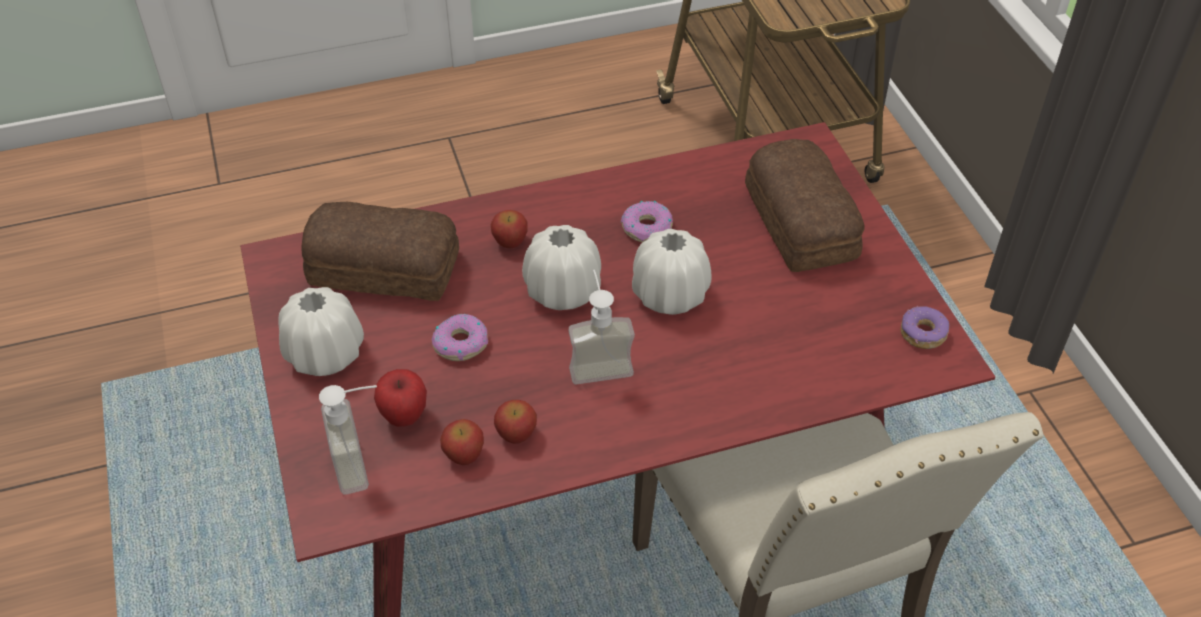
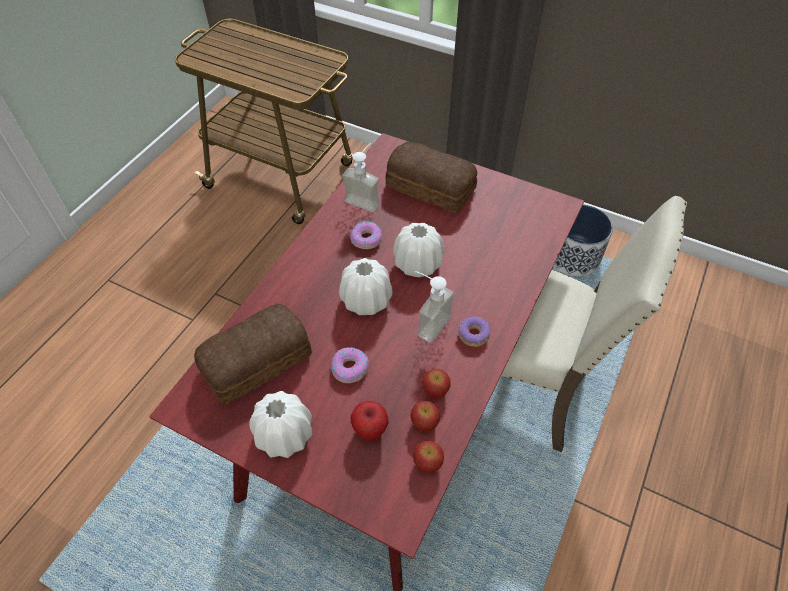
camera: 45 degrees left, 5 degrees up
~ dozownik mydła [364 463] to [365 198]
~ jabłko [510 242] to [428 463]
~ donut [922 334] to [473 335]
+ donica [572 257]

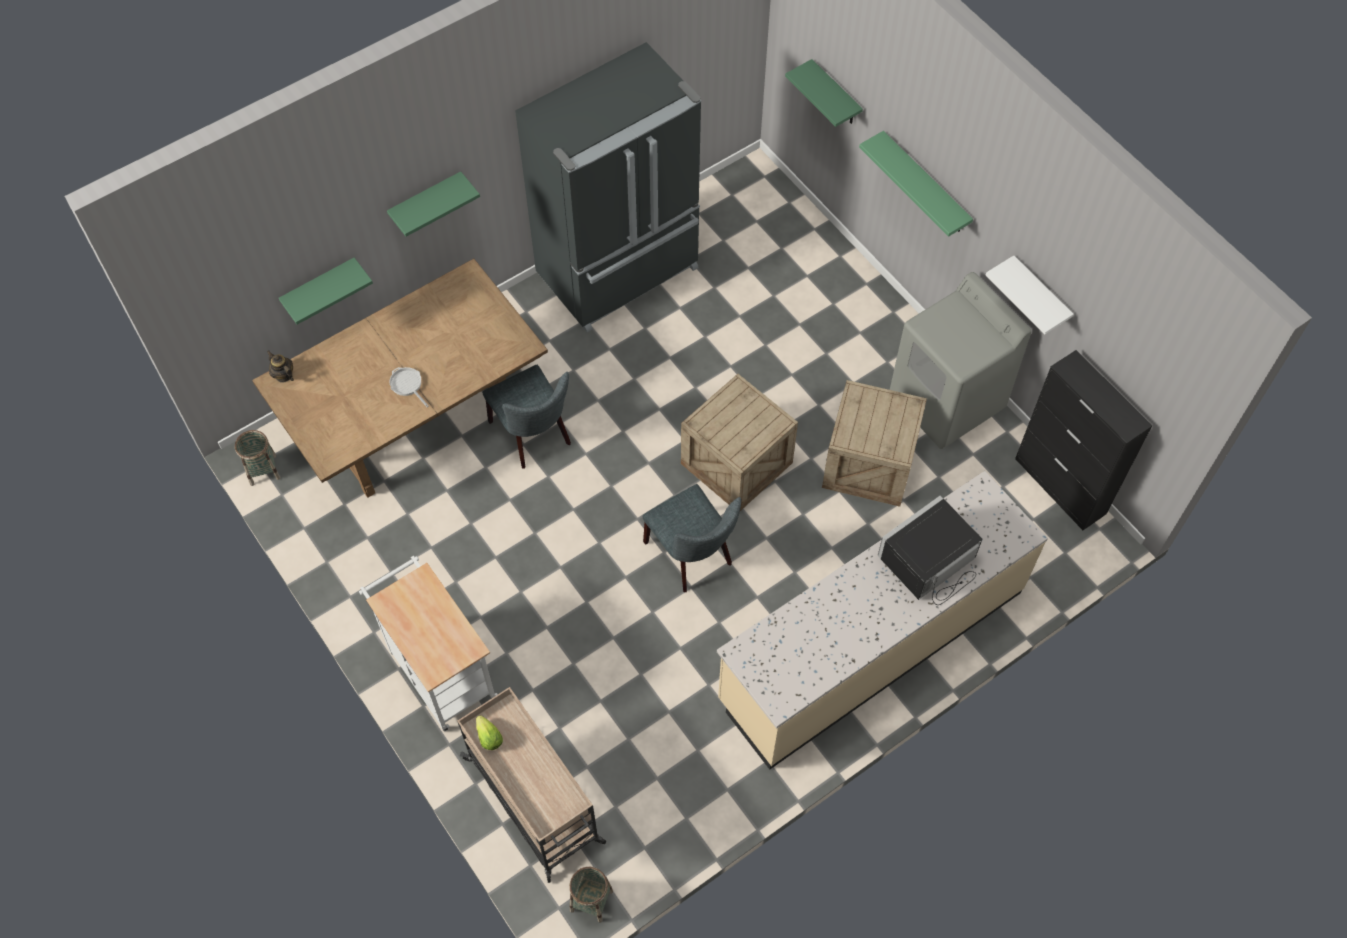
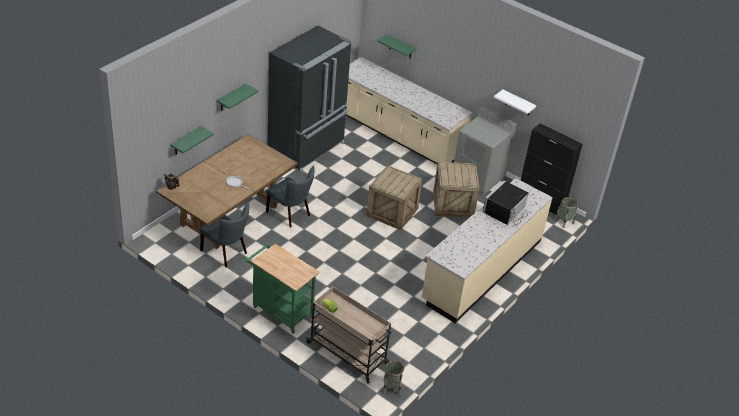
camera: 20 degrees left, 20 degrees down
~ koszyk [263 470] to [564 221]
~ wózek [biały] [439 670] to wózek [zielony] [280 310]
~ krzesło [szary] [692 556] to [226 253]
- półka [zielony] [925 184]
+ zabudowa kuchenna [beżowy] [398 135]

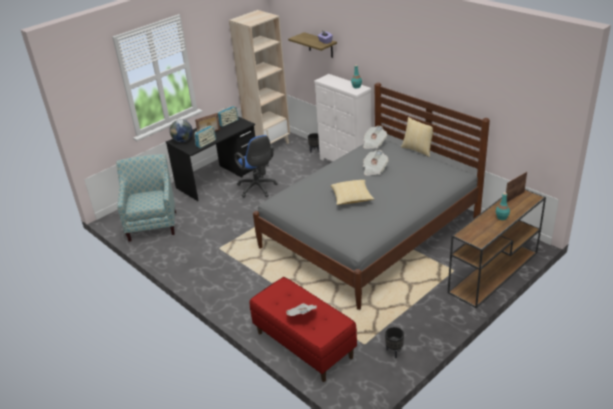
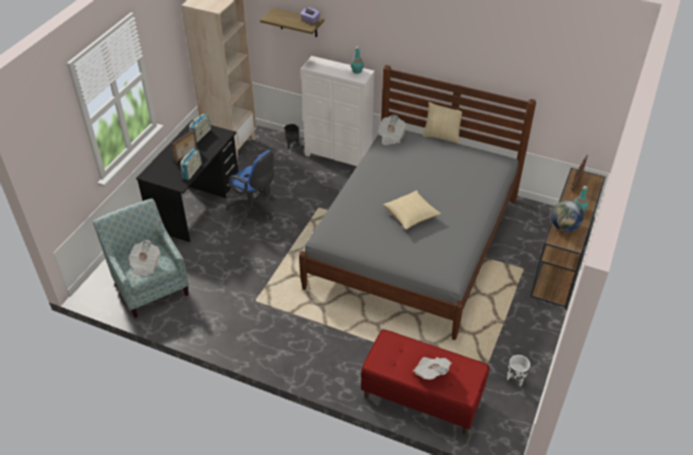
camera: 25 degrees left, 10 degrees up
~ globus [183 140] to [564 227]
~ gazeta [374 169] to [145 265]
~ donica [czarny] [394 352] to donica [biały] [515 379]

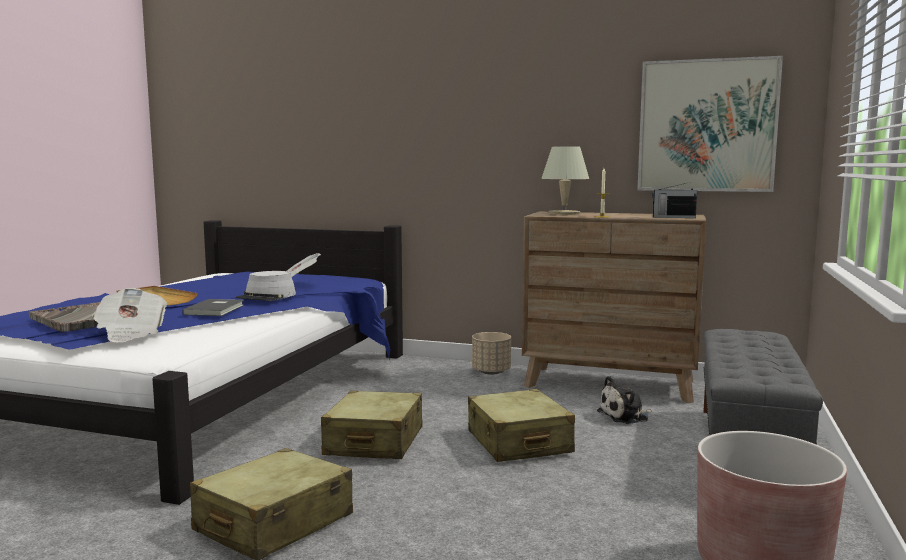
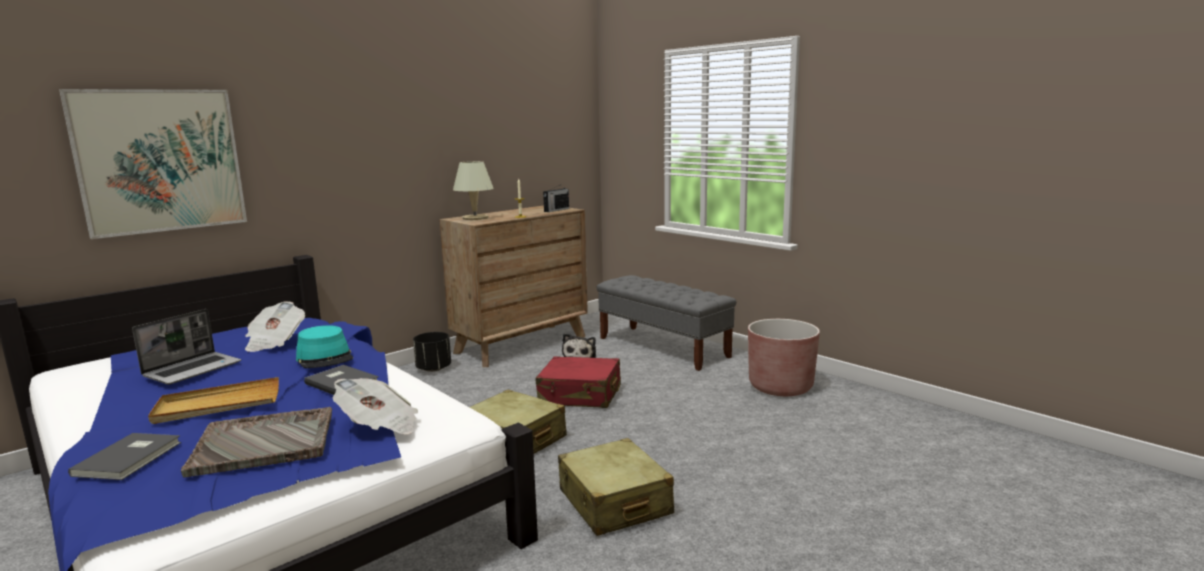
camera: 60 degrees left, 5 degrees up
~ kapelusz [szary] [267 297] to kapelusz [turkusowy] [325 358]
~ walizka [beżowy] [518 442] to walizka [czerwony] [580 395]
~ donica [beżowy] [491 372] to donica [czarny] [433 369]
~ obraz [706 126] to [160 161]
+ książka [szary] [131 458]
+ laptop [193 369]

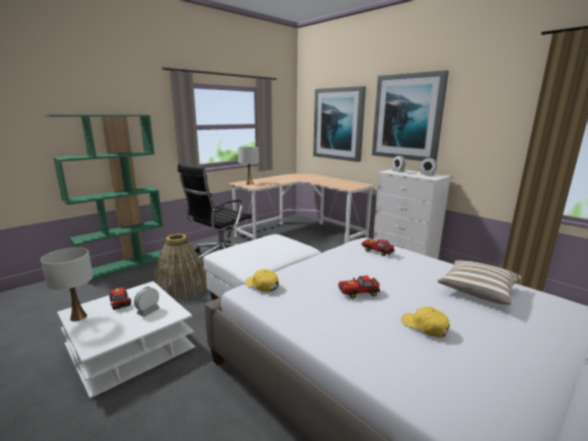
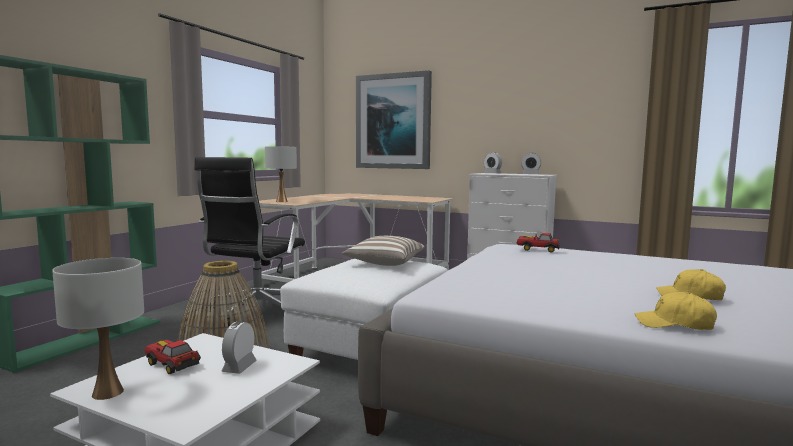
camera: 20 degrees left, 10 degrees down
~ czapka z daszkiem [żółty] [262 285] to [674 324]
- samochodzik [358 293]
- obraz [407 117]
~ poduszka [477 291] to [384 263]

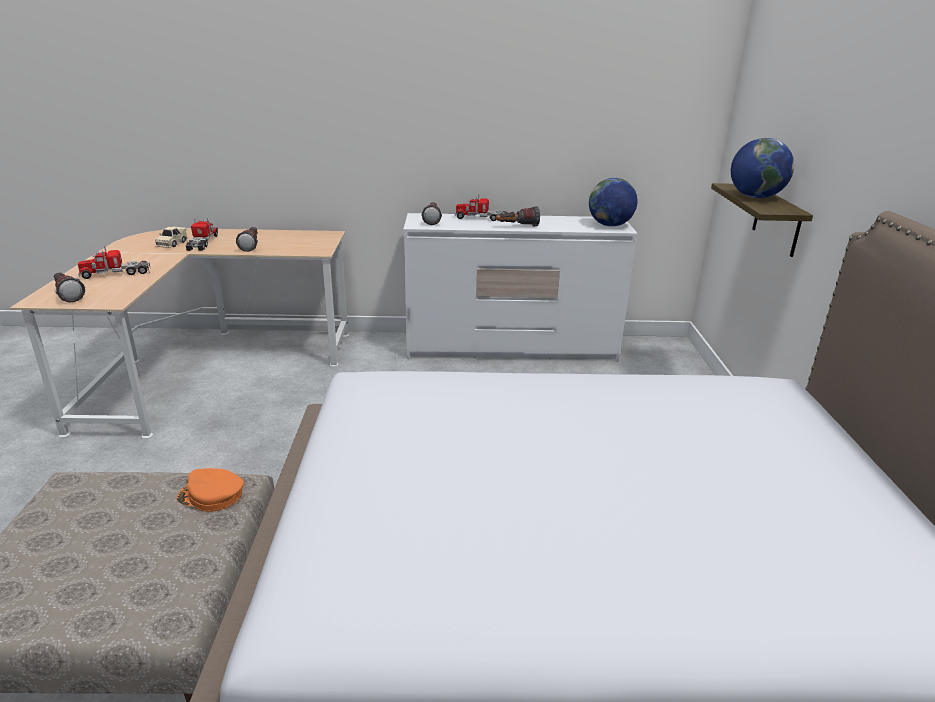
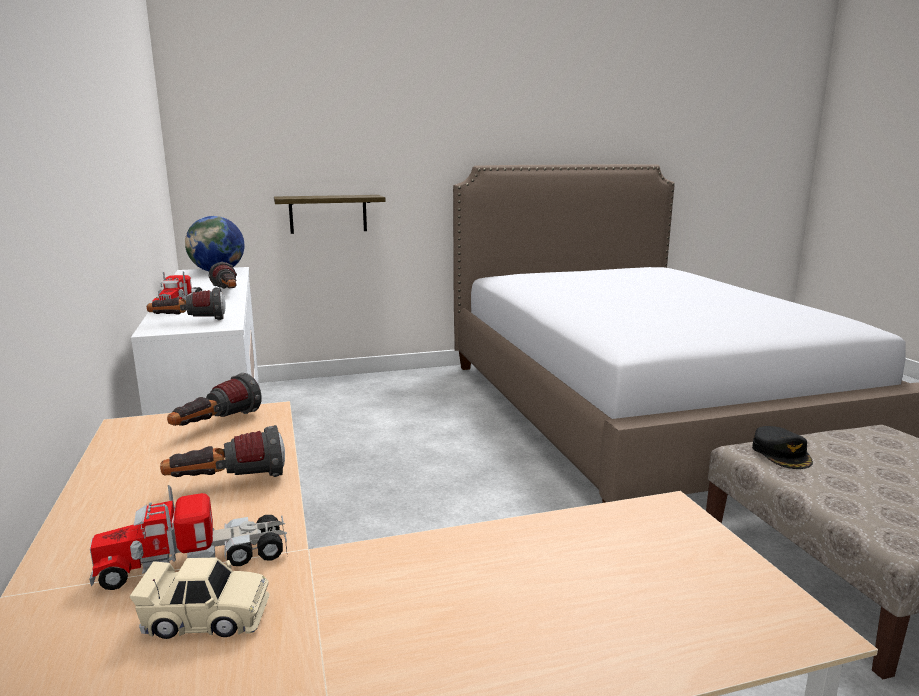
camera: 105 degrees left, 10 degrees down
~ latarka [67 295] to [215 425]
- ciężarówka zabawkowa [116 273]
~ czapka z daszkiem [pomarańczowy] [211 495] to czapka z daszkiem [czarny] [781 453]
- globus [755 197]

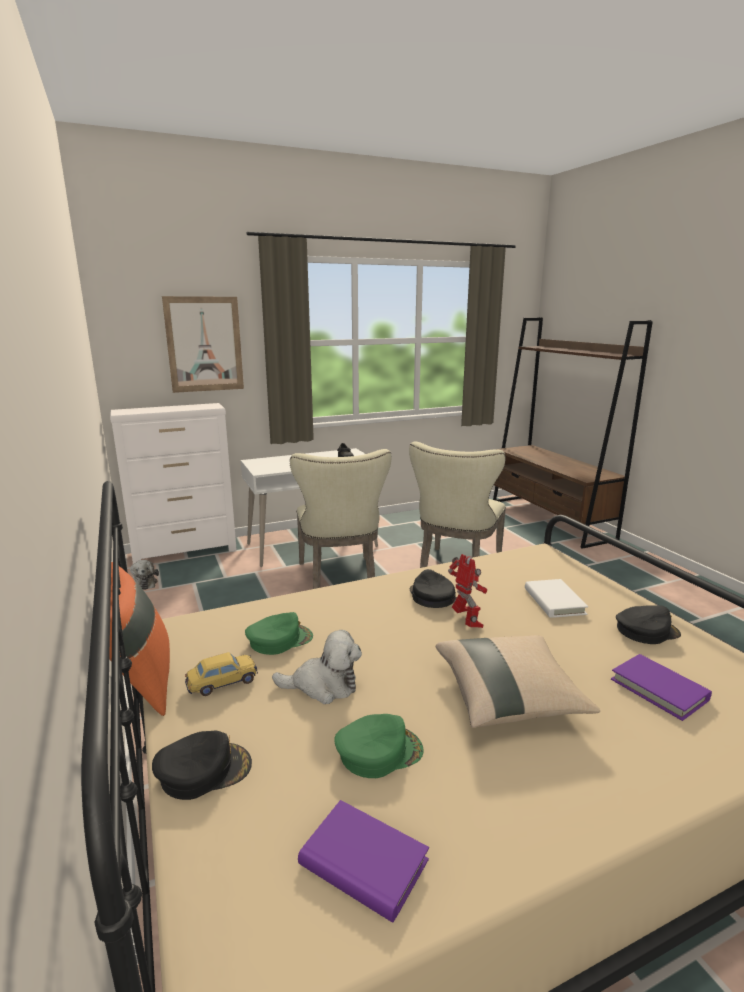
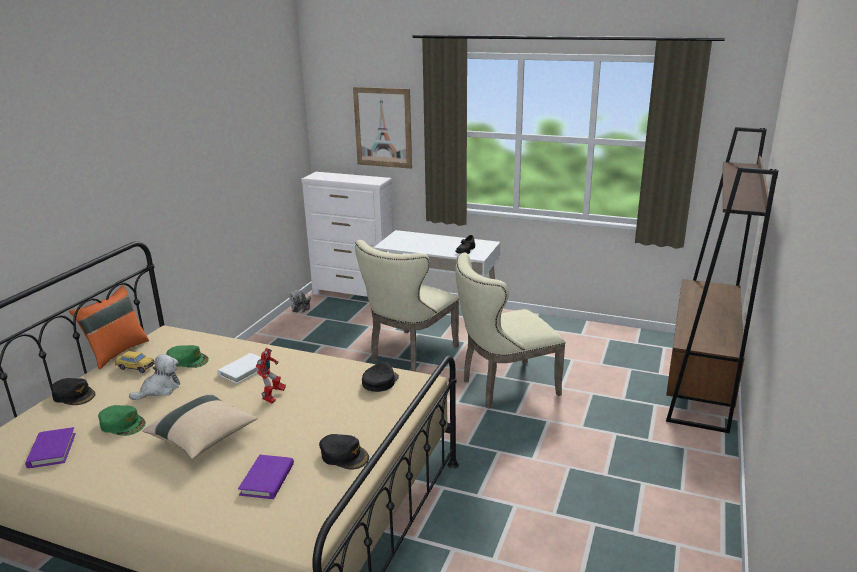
camera: 45 degrees right, 5 degrees up
~ pluszak [323 686] = [159 389] 90 degrees counterclockwise
~ czapka z daszkiem [czarny] [431 596] to [380 381]
~ książka [biały] [554 601] to [244 370]

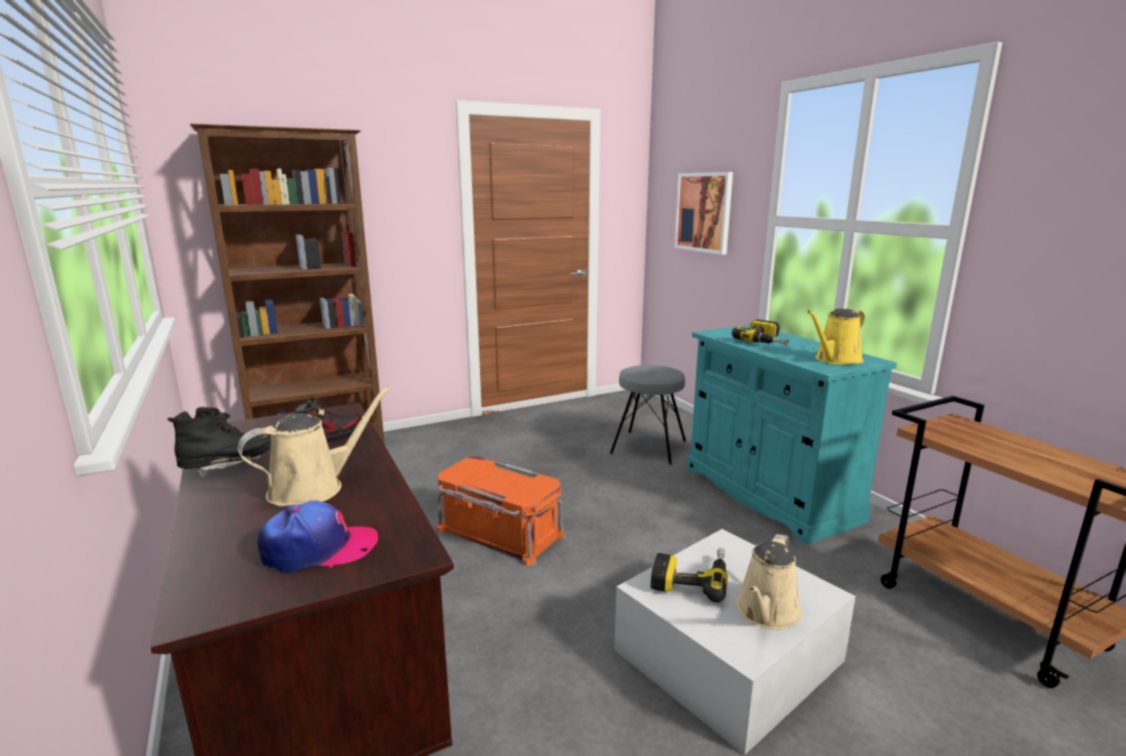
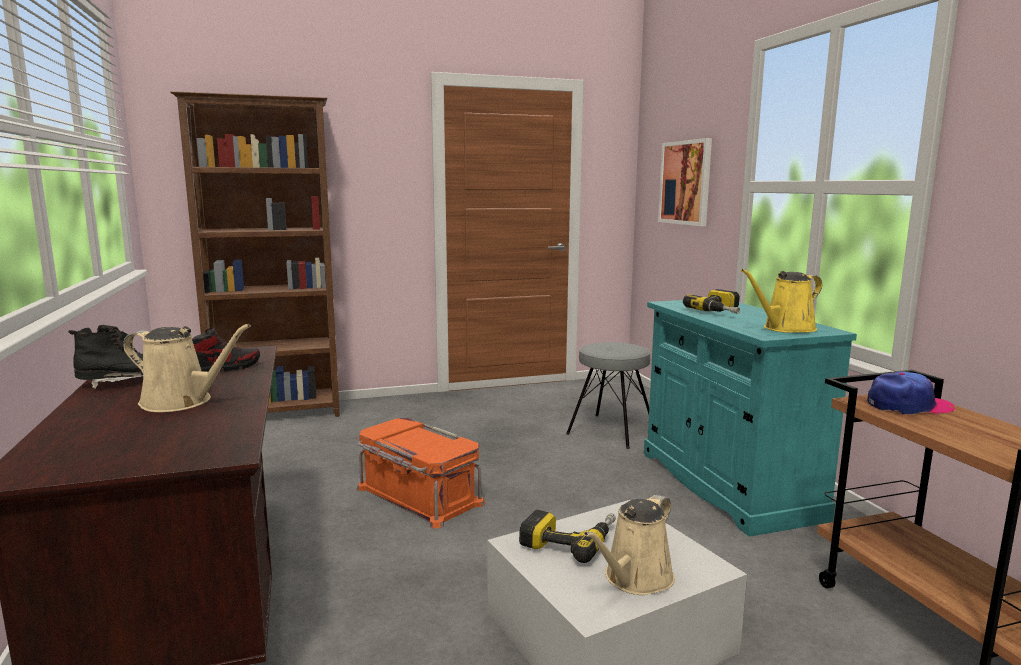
camera: 10 degrees right, 5 degrees down
~ konewka [beżowy] [313 488] = [182 402] 45 degrees clockwise
~ czapka z daszkiem [319 549] to [908 406]

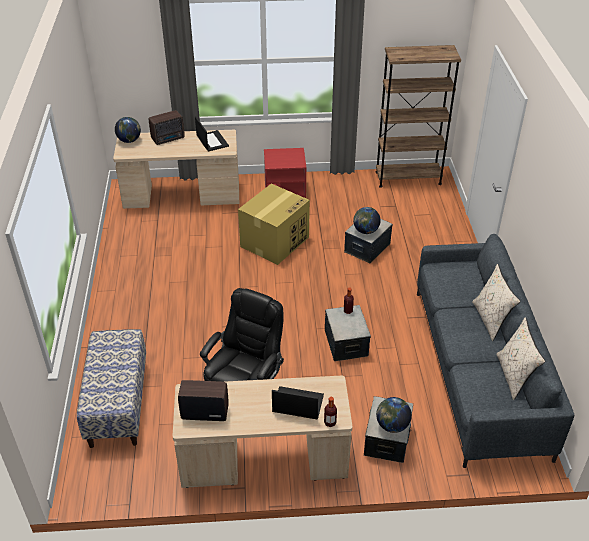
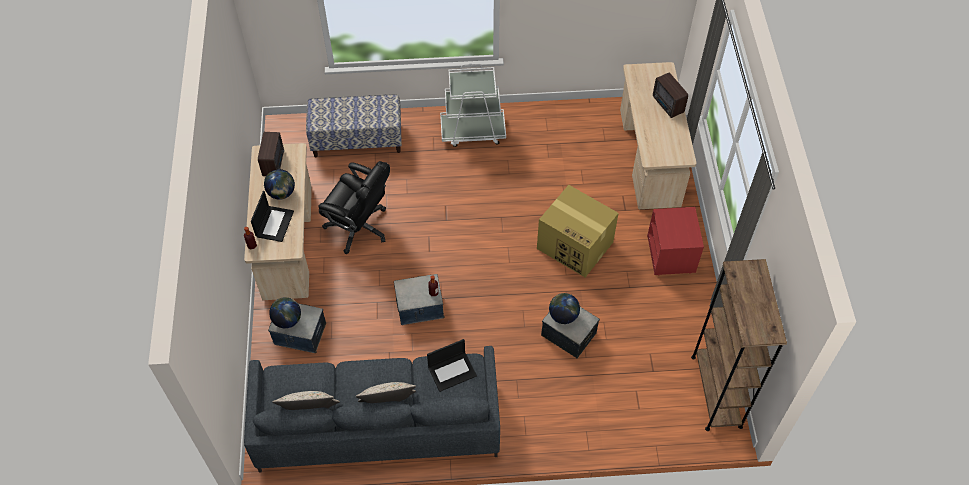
camera: 90 degrees right, 15 degrees up
~ globus [129 141] to [281 193]
~ laptop [212 141] to [452 371]
+ wózek [biały] [473 131]

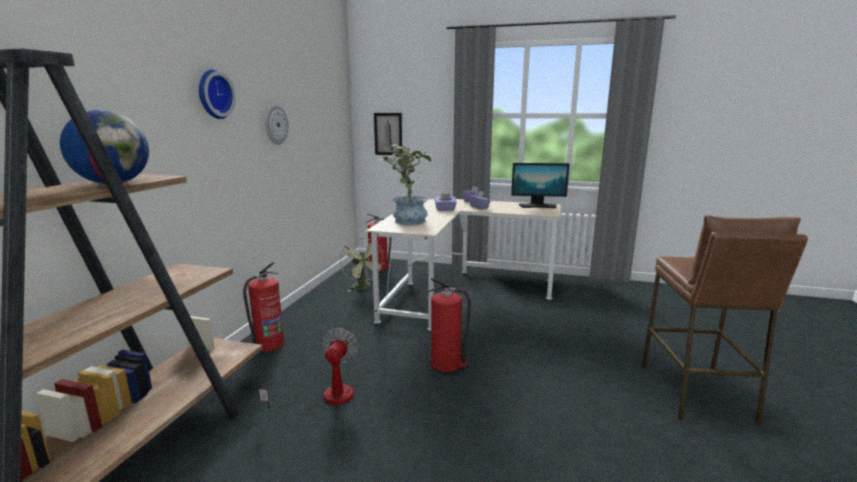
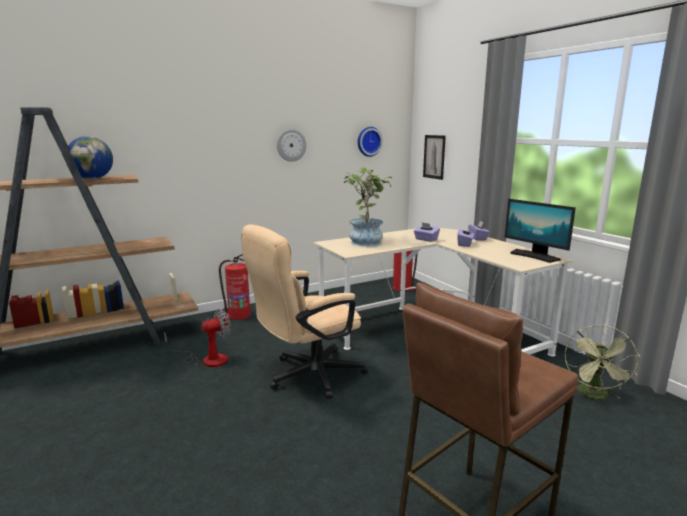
camera: 45 degrees right, 0 degrees up
~ zegar ścienny [213 94] to [368 141]
~ wentylator [zielony] [364 287] to [595 396]
~ gaśnica [447 364] to krzesło biurowe [beżowy] [307 376]

